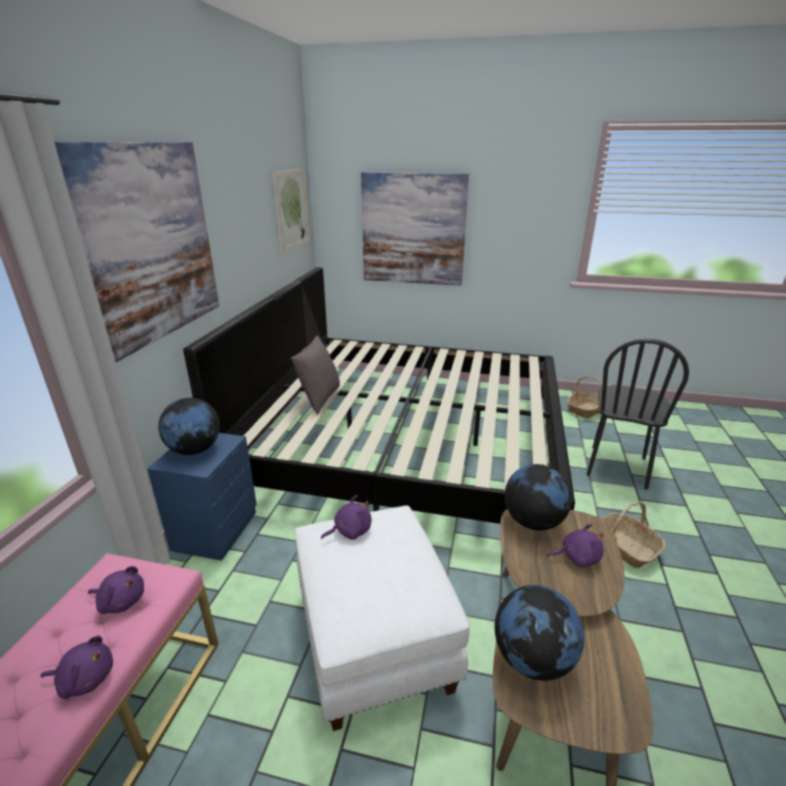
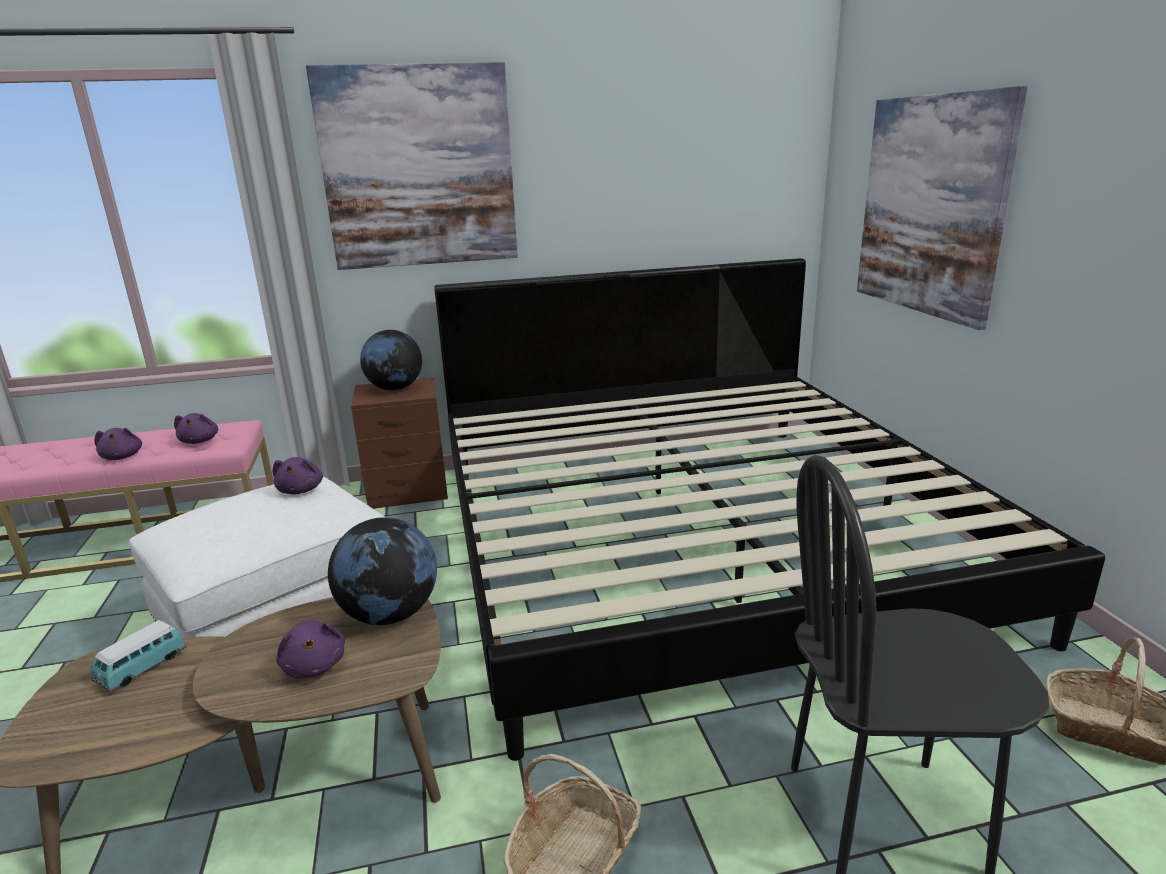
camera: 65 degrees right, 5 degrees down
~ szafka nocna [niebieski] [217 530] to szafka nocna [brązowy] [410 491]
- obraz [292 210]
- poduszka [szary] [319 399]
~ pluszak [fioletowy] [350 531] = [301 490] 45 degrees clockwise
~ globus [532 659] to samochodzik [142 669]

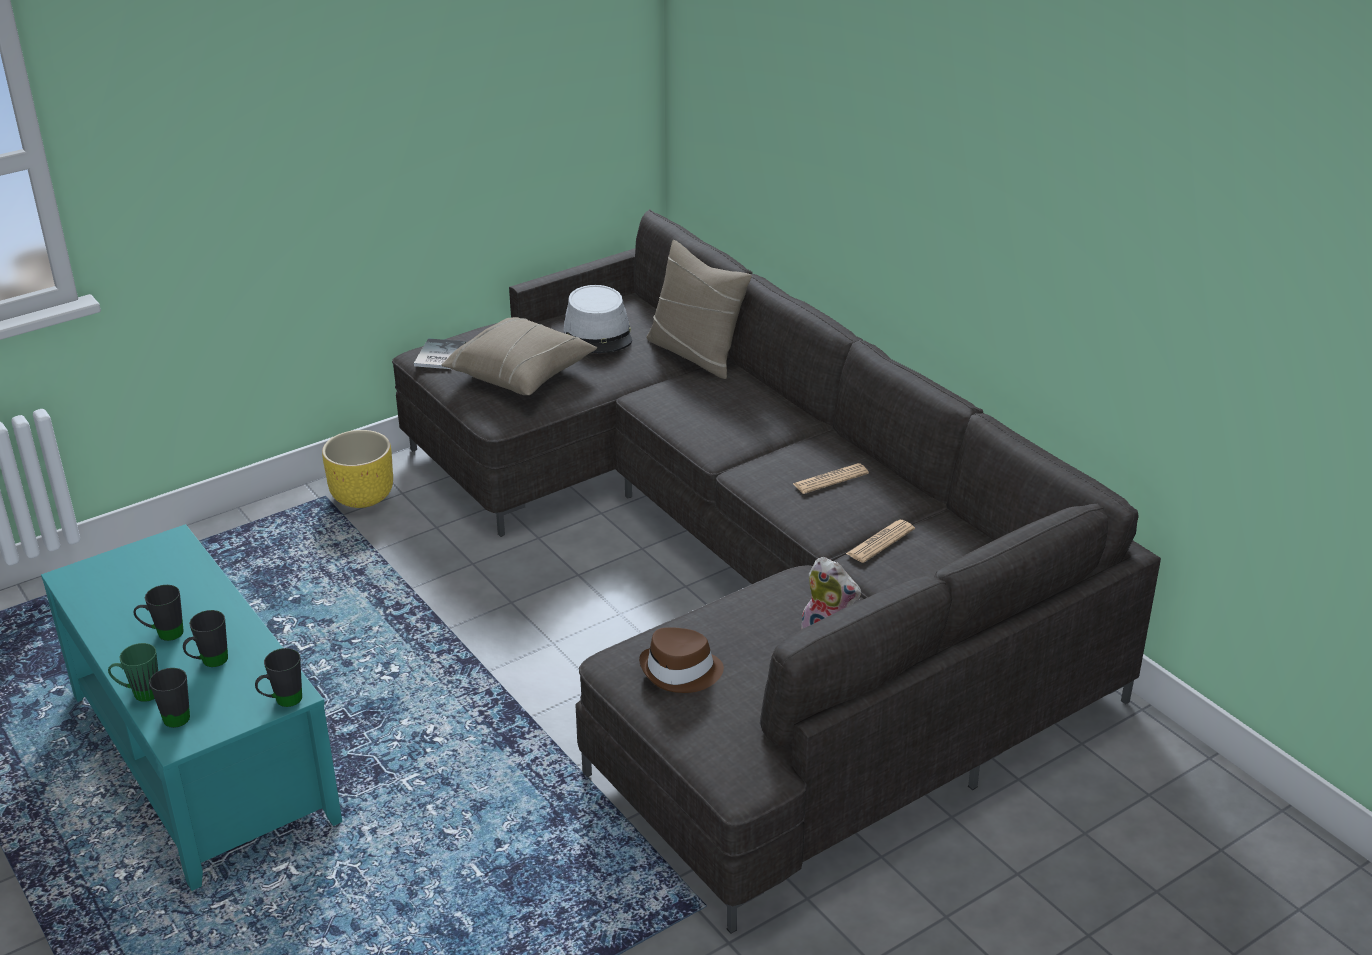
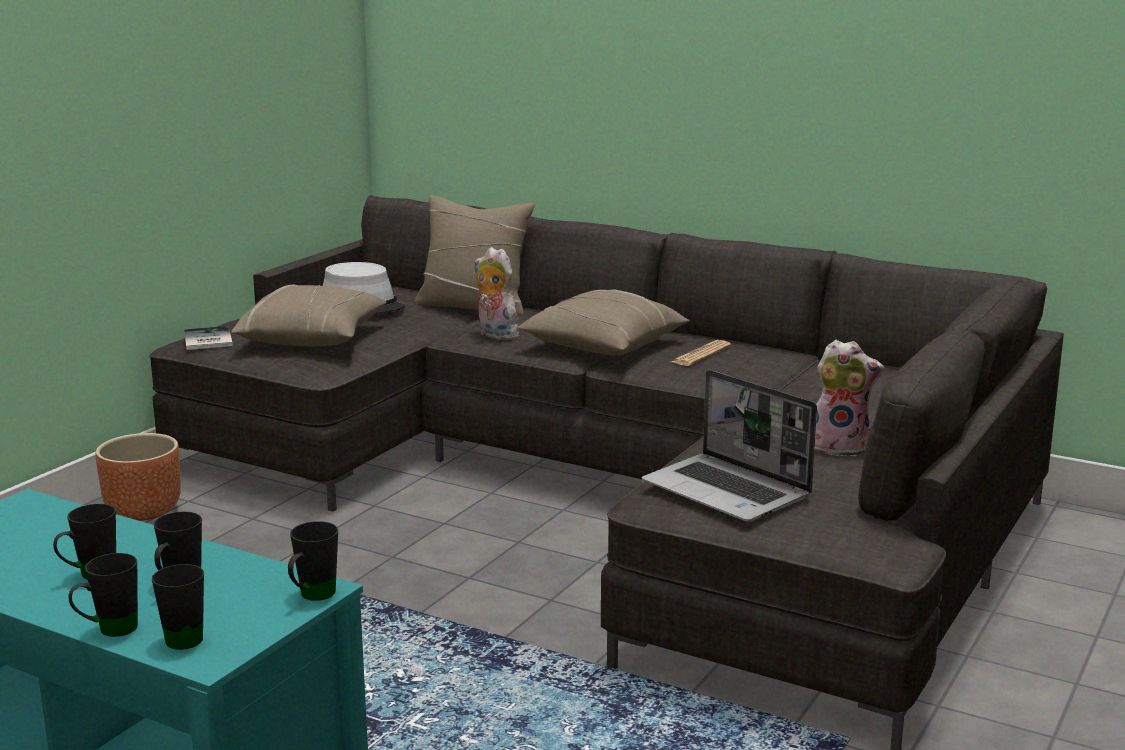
camera: 25 degrees left, 15 degrees down
~ kubek [zielony] [139 694] to kubek [czarny] [108 631]
~ donica [żółty] [363 496] to donica [brązowy] [144 511]
~ kapelusz [brązowy] [681 671] to laptop [728 491]
- gazeta [880 542]
+ pluszak [494 335]
+ poduszka [beżowy] [603 347]

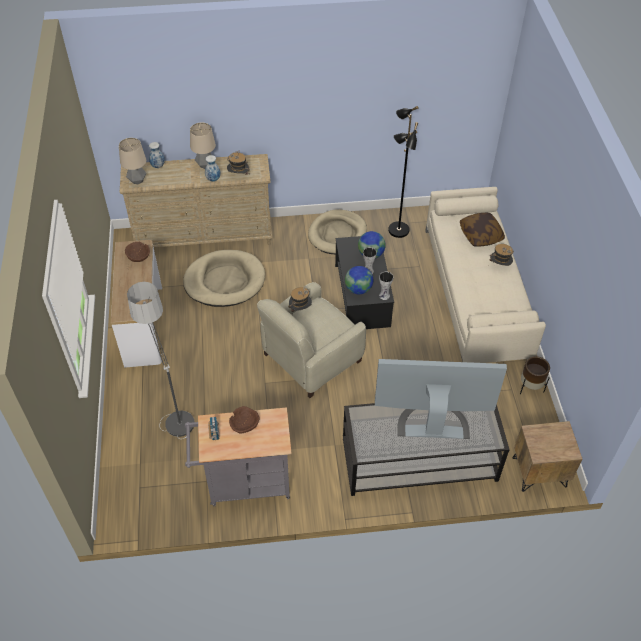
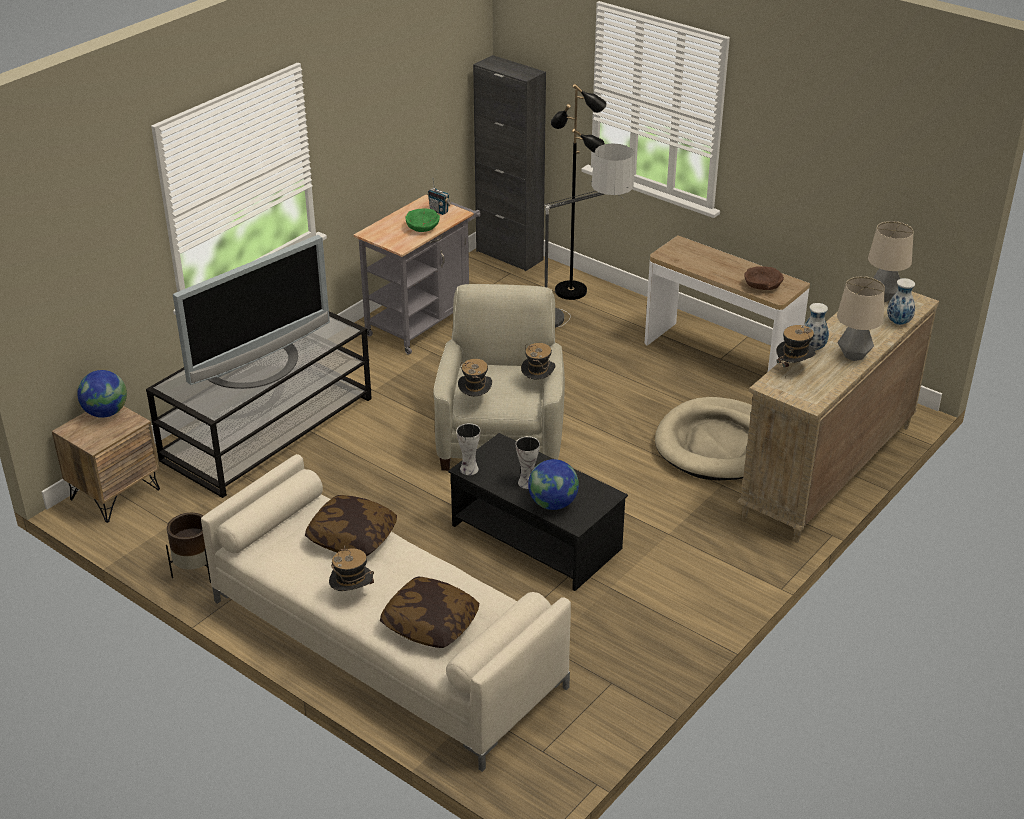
camera: 135 degrees right, 15 degrees down
~ miska [brązowy] [245 424] to miska [zielony] [422 228]
- legowisko [beżowy] [337 234]
~ globus [358 289] to [106 413]
~ lampa stojąca [czarny] [398 230] to [571 291]
+ poduszka [352 538]
+ kapelusz [475 400]
+ szafka [czarny] [509 255]

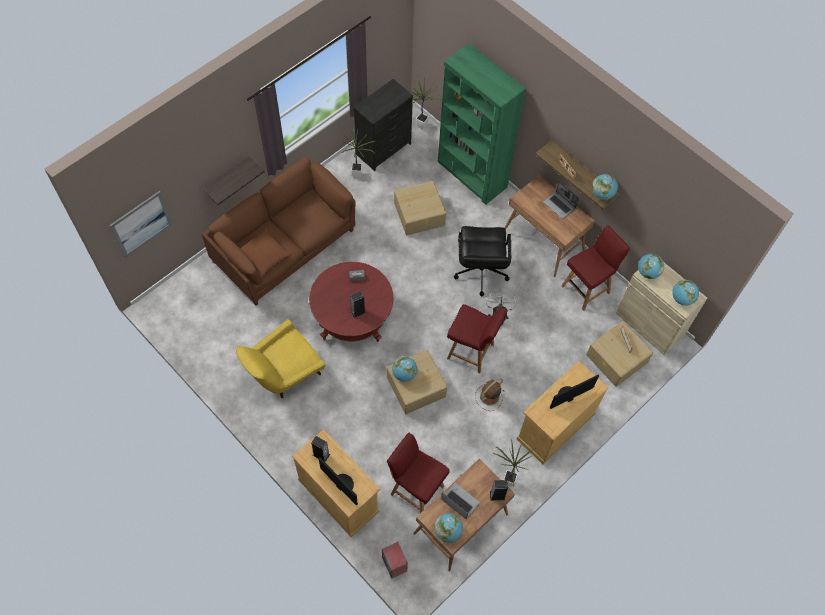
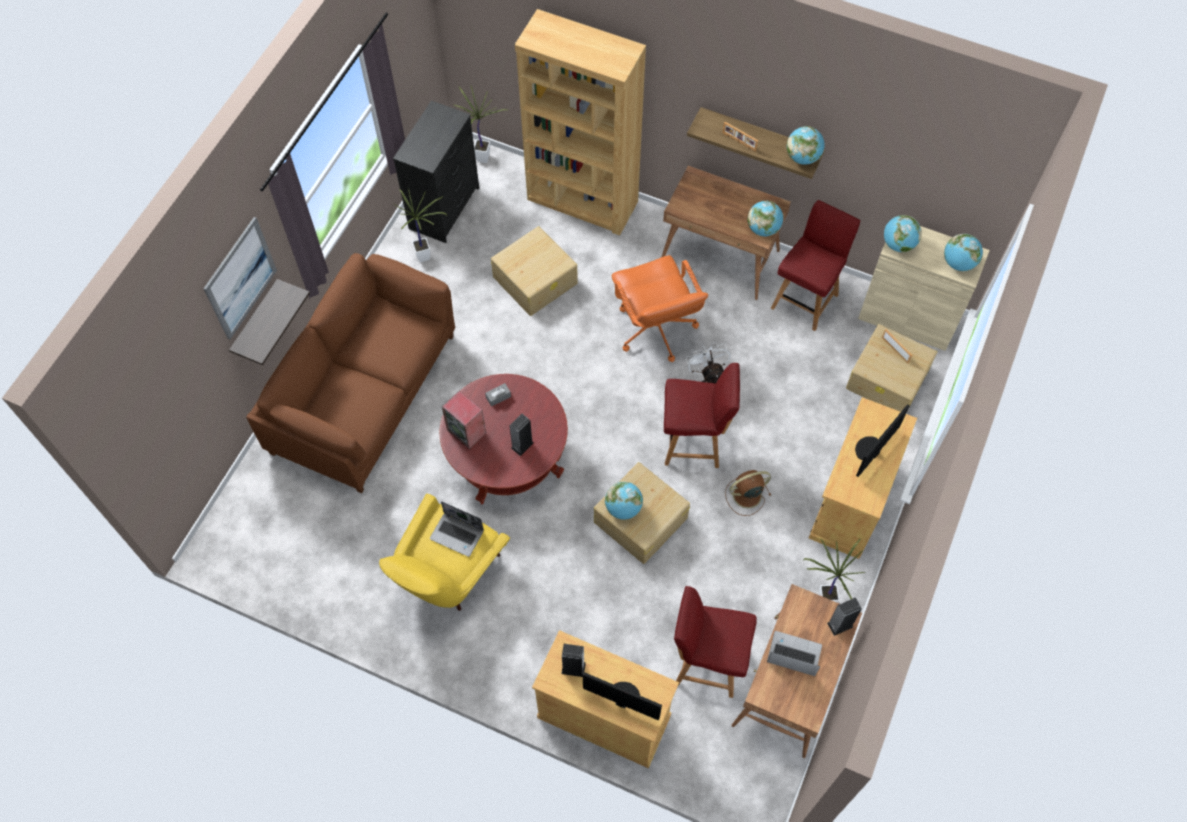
camera: 20 degrees left, 0 degrees up
~ obraz [141 224] to [240 278]
- poduszka [brązowy] [264 256]
~ głośnik [395 564] to [467 431]
~ globus [448 531] to [763 229]
~ regał [zielony] [472 175] to regał [brązowy] [582 201]
~ krzesło biurowe [czarny] [480 272] to krzesło biurowe [pomarańczowy] [655 330]
~ wentylator [brązowy] [489 397] = [745 495] 45 degrees clockwise
~ laptop [559 205] to [457 535]

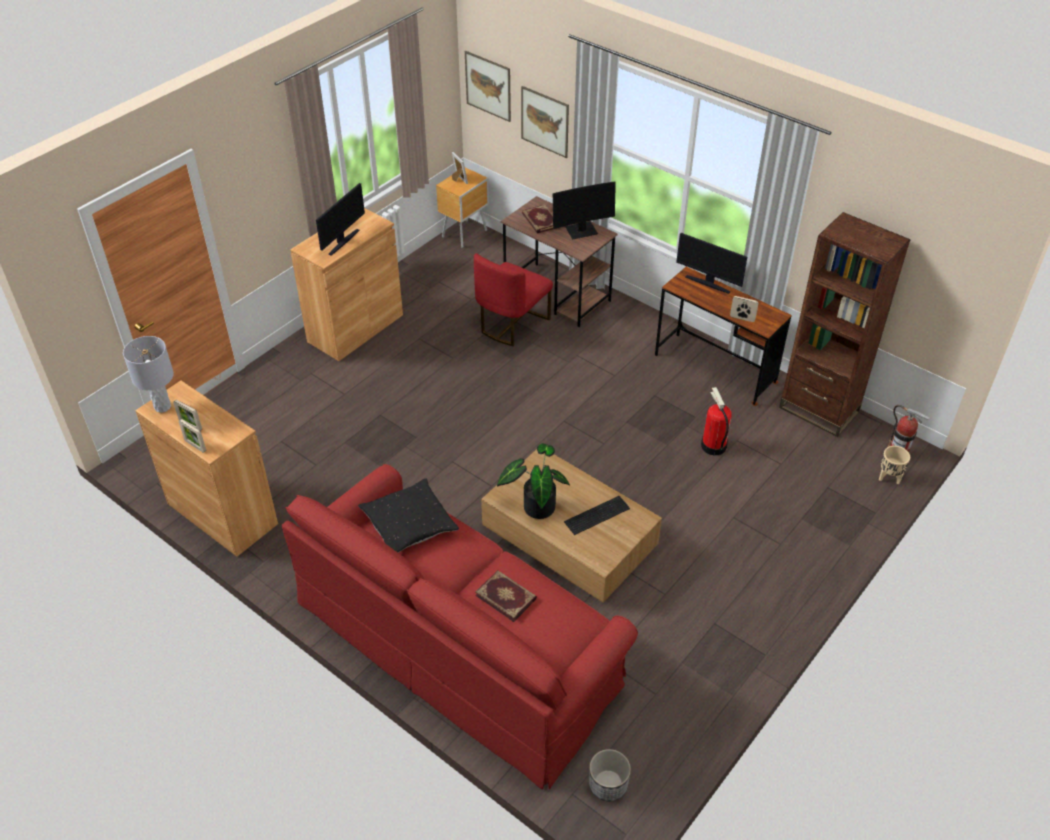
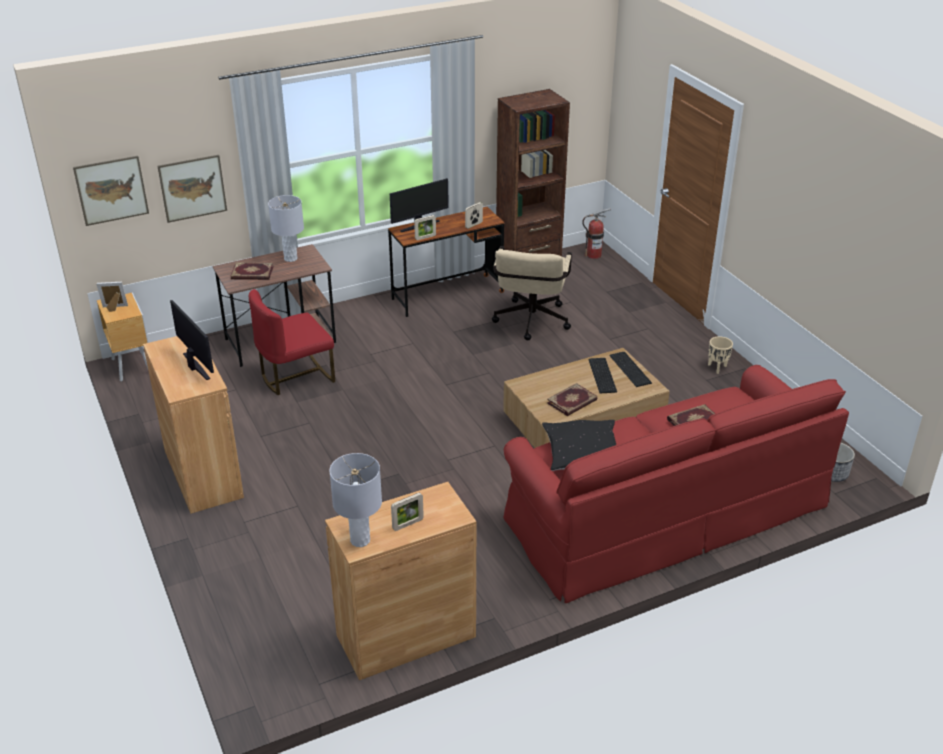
camera: 65 degrees left, 10 degrees down
~ ramka na zdjęcie [195 446] to [425 237]
~ krzesło [czerwony] [512 324] = [296 376] 90 degrees clockwise
~ roślina doniczkowa [536 505] to książka [572 402]
~ monitor [581 231] to lampa stołowa [szary] [290 258]
~ gaśnica [713 446] to krzesło biurowe [beżowy] [530 323]
~ donica [beżowy] [889 478] to [717 368]
+ klawiatura [629 370]

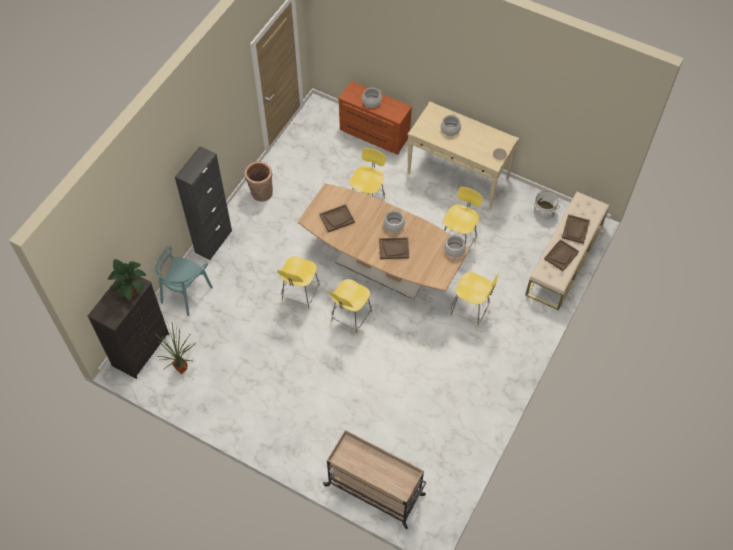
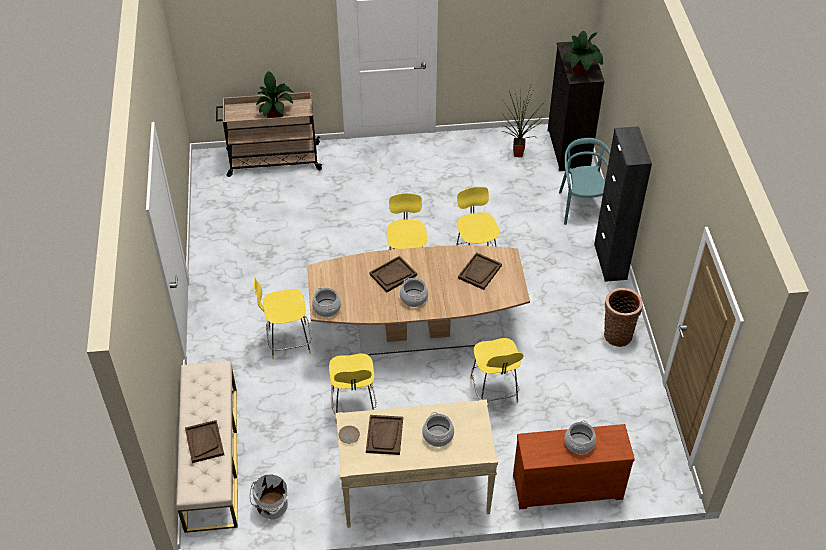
camera: 145 degrees right, 10 degrees down
~ taca [brązowy] [561 255] to [384 435]
+ roślina doniczkowa [275 114]

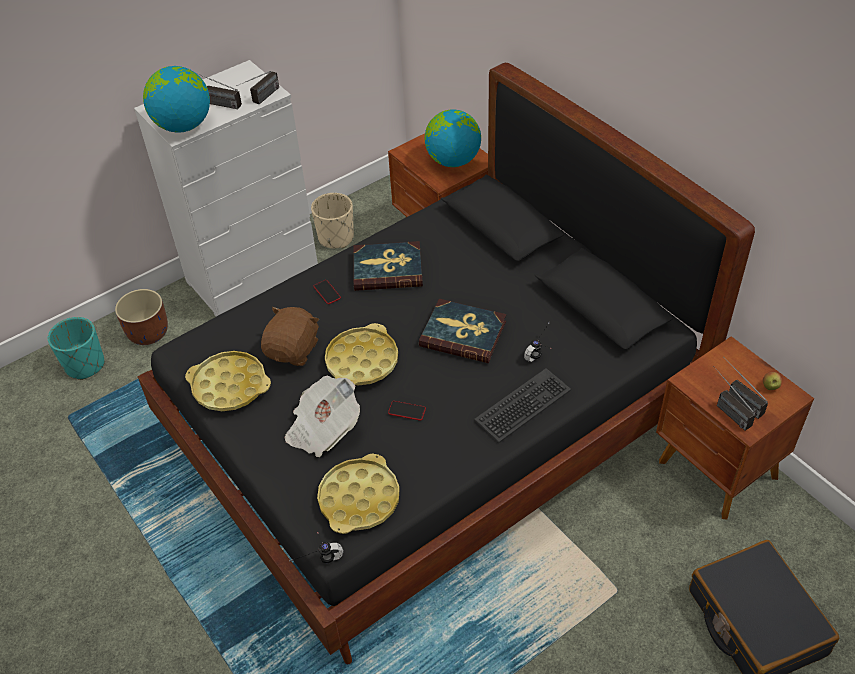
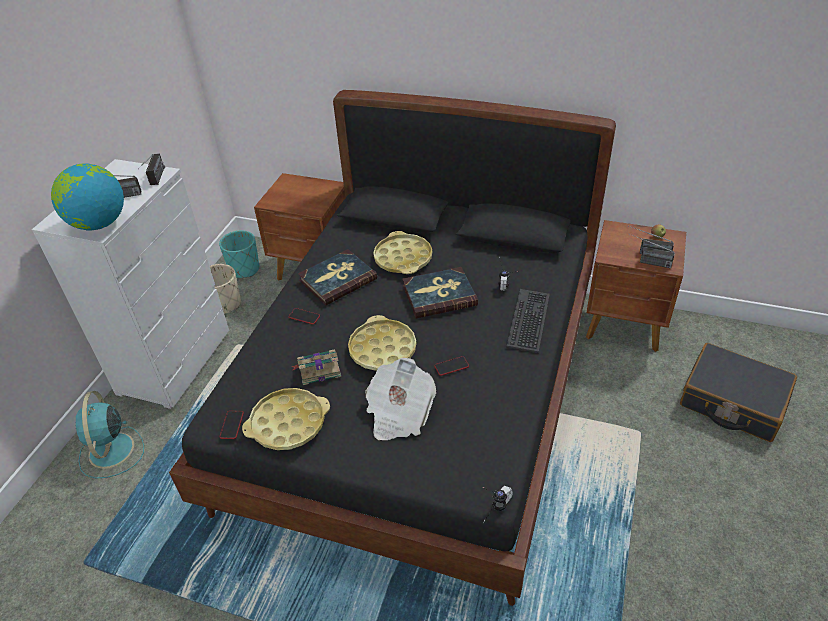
camera: 35 degrees left, 5 degrees down
~ donica [turkusowy] [85 365] to [244 269]
~ donica [brązowy] [148 333] to wentylator [turkusowy] [111 452]
~ pluszak [brązowy] [293 350] to książka [318 369]
~ taca [żółty] [359 499] to [403 258]
- globus [453 161]
+ telefon [232 425]

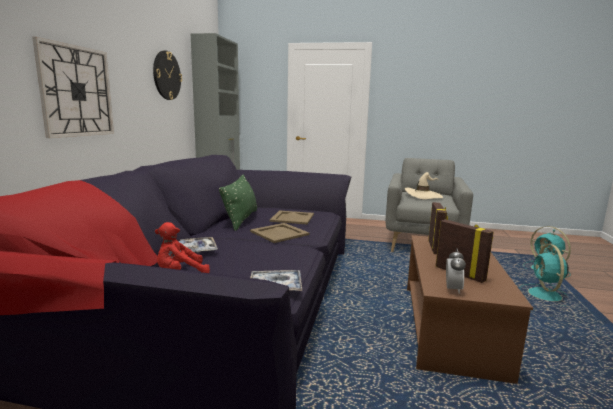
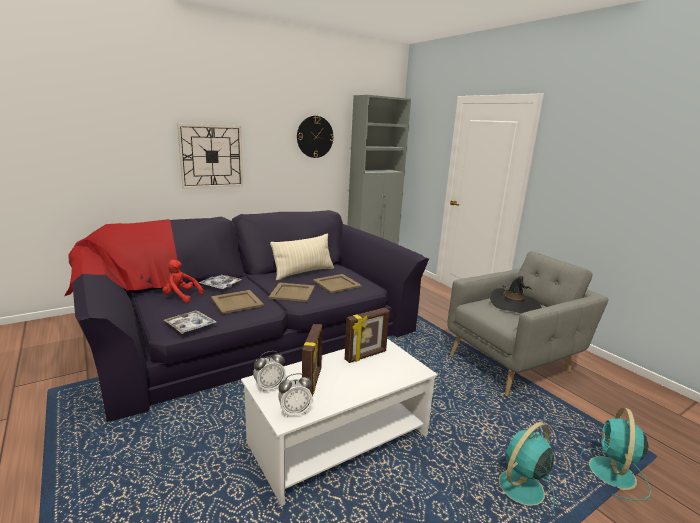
camera: 45 degrees right, 5 degrees up
~ poduszka [zielony] [241 219] to poduszka [beżowy] [303 273]
~ kapelusz [beżowy] [423 196] to kapelusz [czarny] [514 304]
~ ława [brązowy] [450 327] to ława [biały] [339 439]
+ taca [beżowy] [237 302]
+ budzik [295 412]

